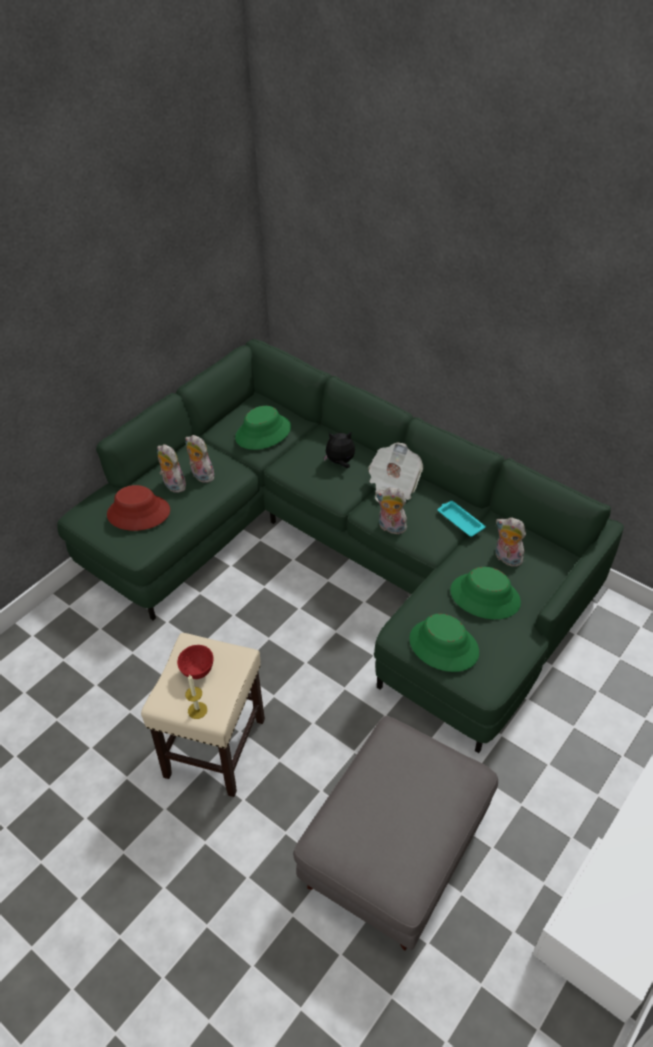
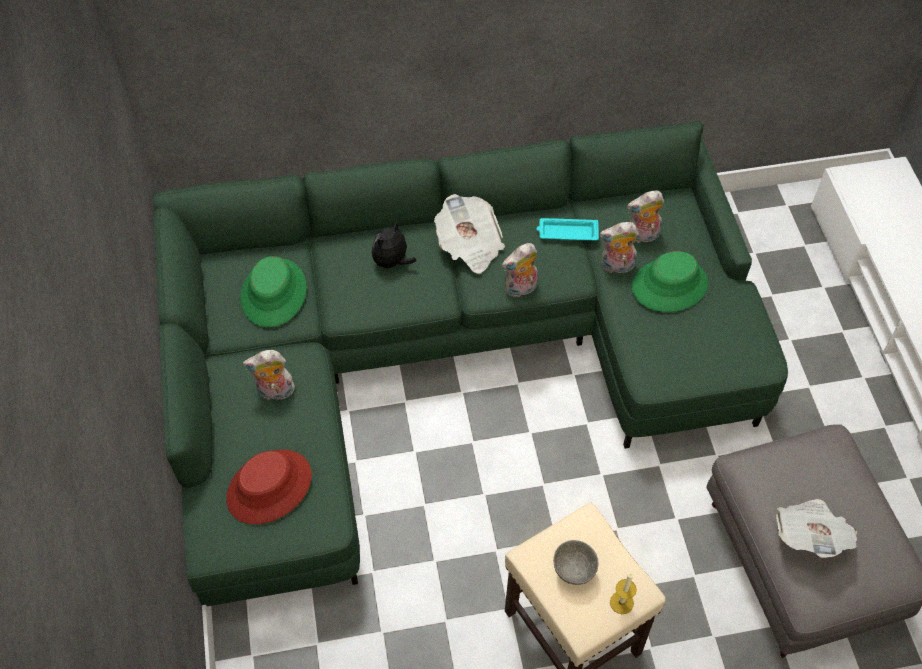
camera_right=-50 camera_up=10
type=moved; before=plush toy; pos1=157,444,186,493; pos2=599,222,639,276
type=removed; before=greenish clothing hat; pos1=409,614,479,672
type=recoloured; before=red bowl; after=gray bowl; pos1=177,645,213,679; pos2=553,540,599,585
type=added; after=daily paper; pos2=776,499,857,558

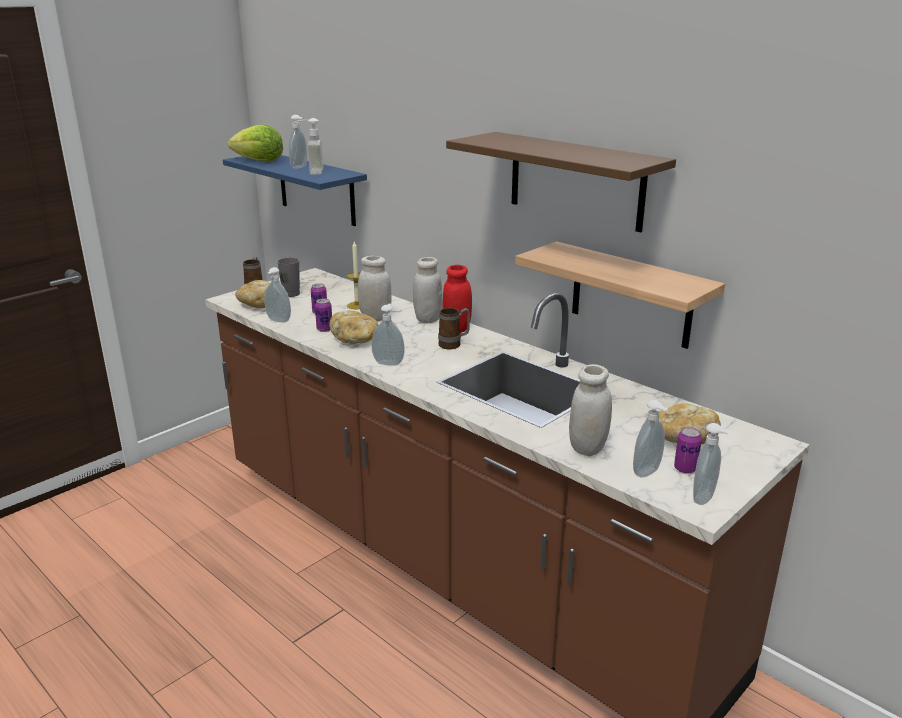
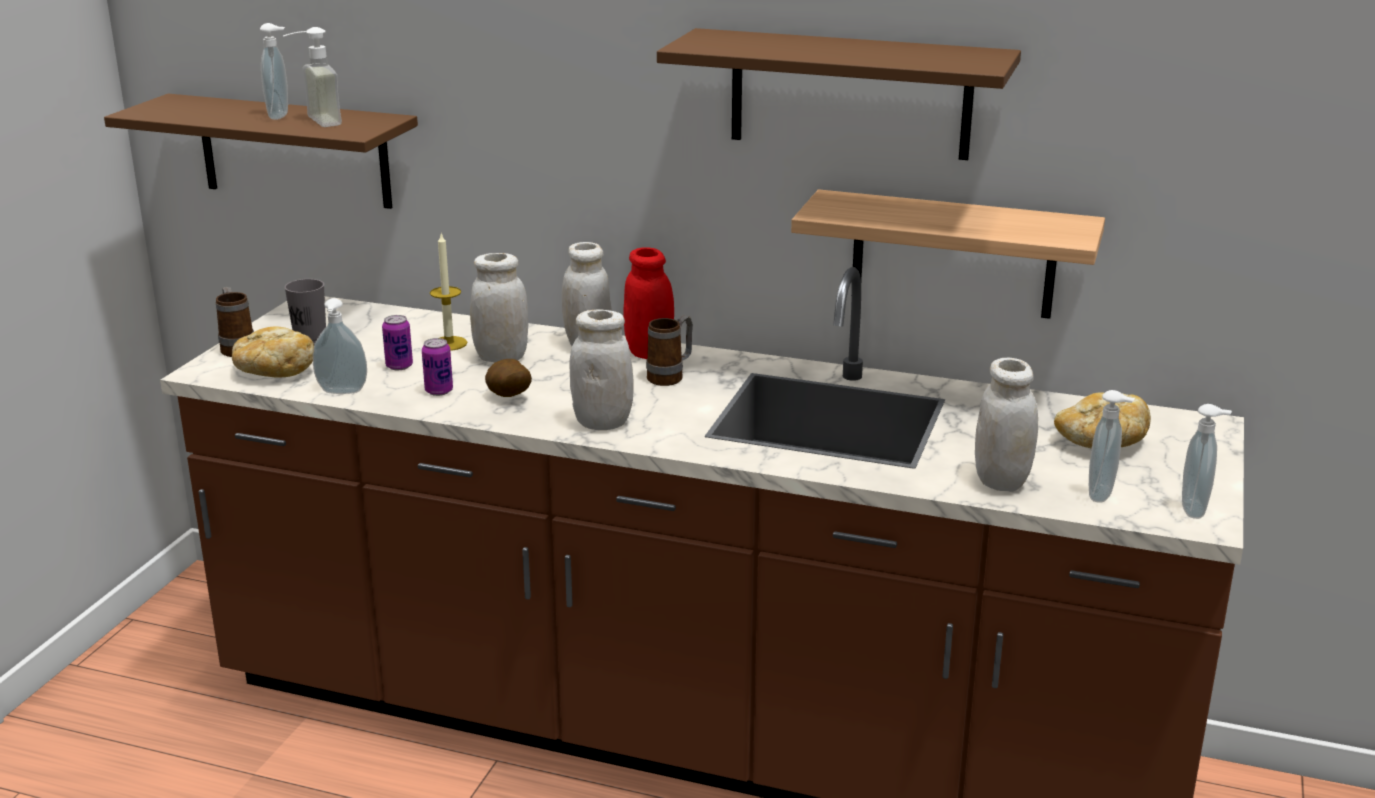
camera_right=-25 camera_up=0
type=removed; before=lettuce head; pos1=228,125,283,161
type=recoloured; before=blue-coloured shelf; after=brown-coloured shelf; pos1=223,155,367,226; pos2=104,94,418,209
type=replaced; before=liquid soap bottle; after=whitish preserve jar; pos1=371,304,405,366; pos2=570,309,634,430
type=replaced; before=bakery bread; after=spud; pos1=329,310,378,344; pos2=485,359,532,397
type=removed; before=metal can; pos1=674,427,702,474

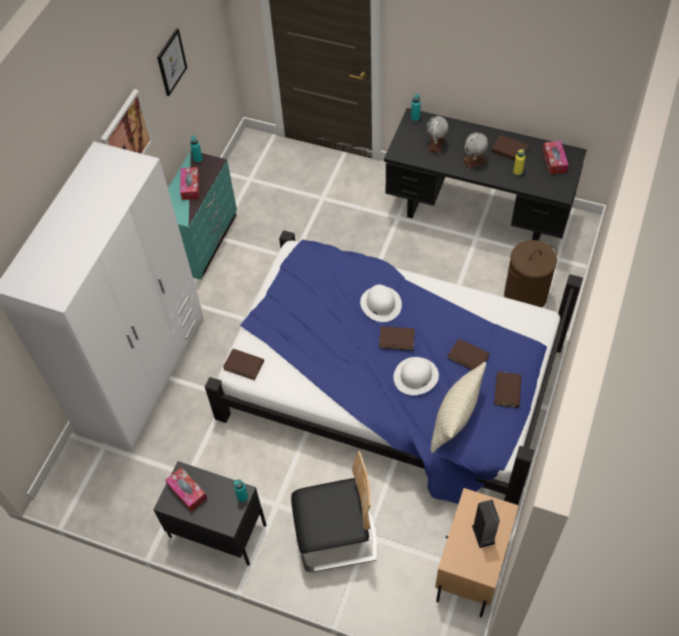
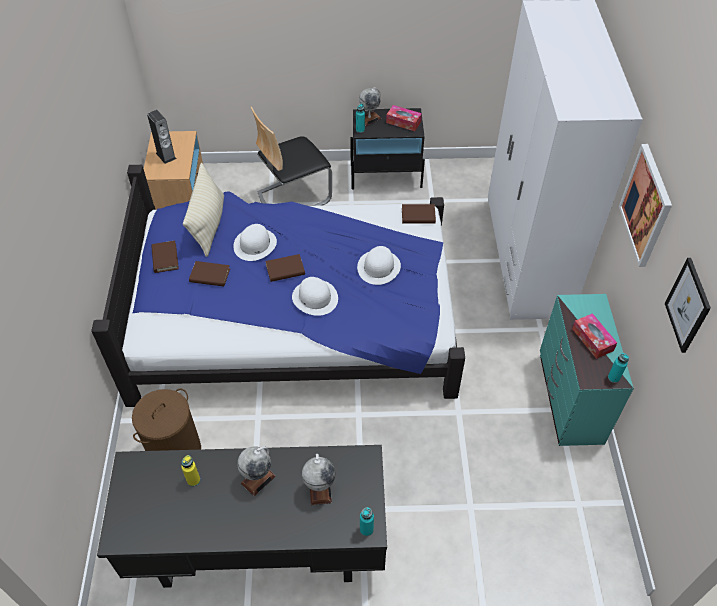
camera_right=155 camera_up=-5
type=removed; before=brown-coloured volume; pos1=491,135,529,160
type=removed; before=tissue box; pos1=543,141,568,174
type=added; after=world globe; pos2=359,87,381,126
type=added; after=whitish clothing hat; pos2=357,246,401,285

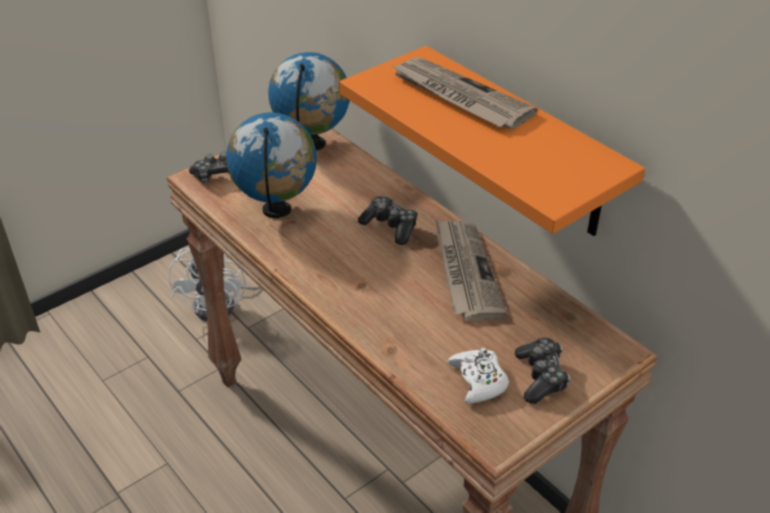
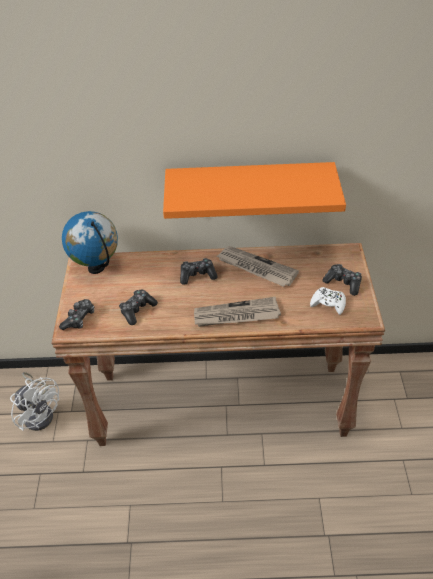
camera_right=-50 camera_up=5
type=moved; before=daily paper; pos1=391,57,537,129; pos2=194,297,281,327
type=replaced; before=world globe; after=gamepad; pos1=226,112,317,218; pos2=119,290,158,325

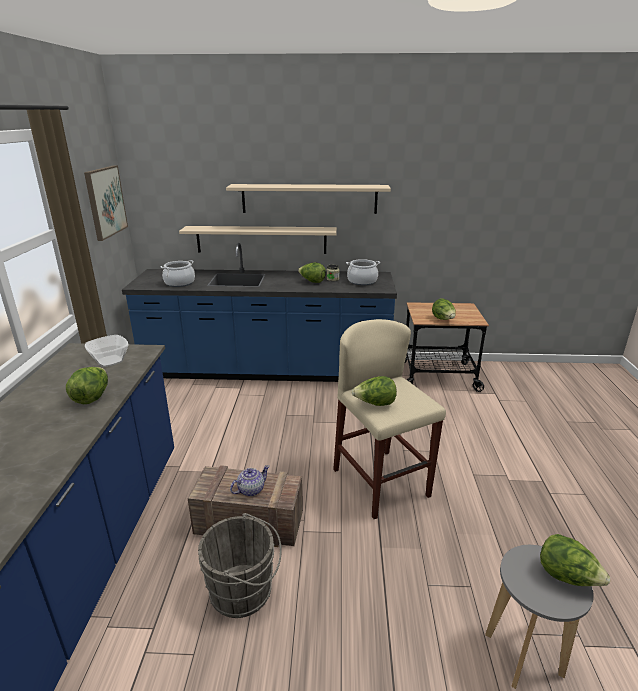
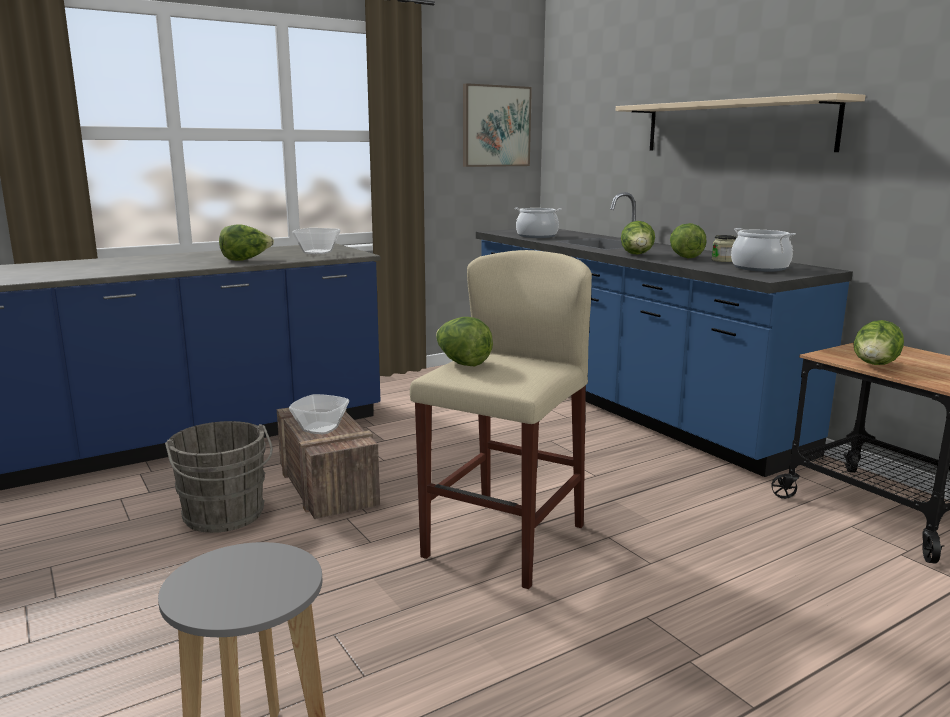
camera_right=55 camera_up=-10
type=removed; before=beige-coloured shelf; pos1=179,226,337,254
type=replaced; before=tea pot; after=bowl; pos1=230,465,270,496; pos2=289,394,349,434
type=moved; before=lettuce head; pos1=540,534,610,586; pos2=621,221,655,255

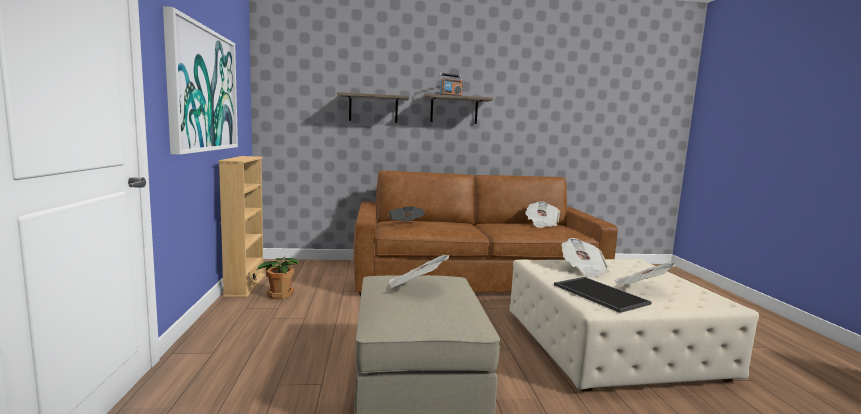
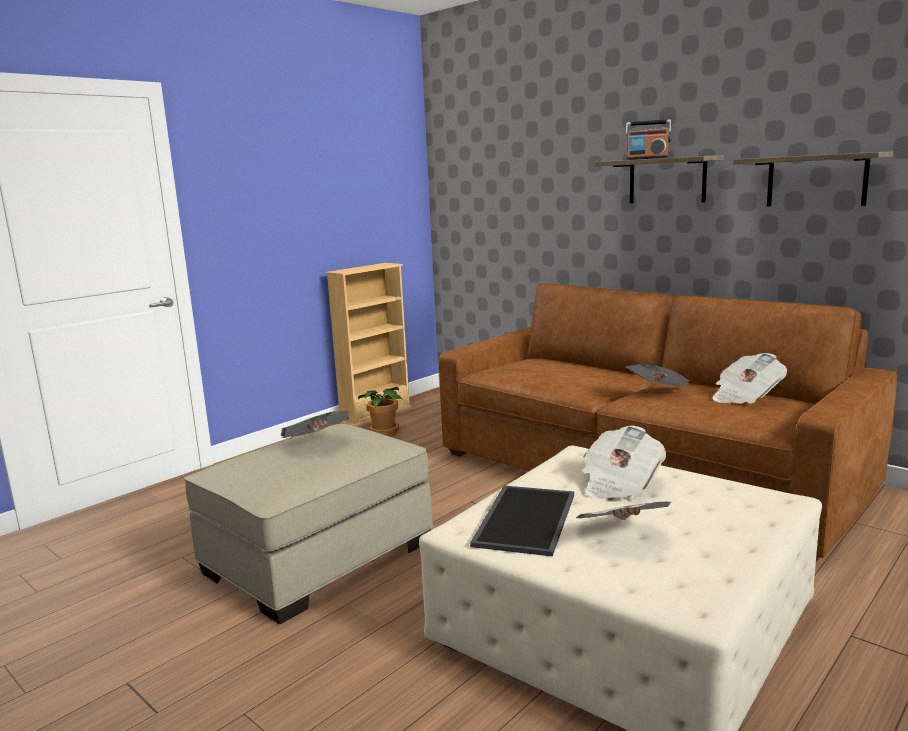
camera_right=50 camera_up=5
type=removed; before=picture; pos1=163,6,238,155
type=moved; before=shelf; pos1=337,92,409,123; pos2=733,152,893,206
type=moved; before=daily paper; pos1=389,206,425,221; pos2=625,364,689,386

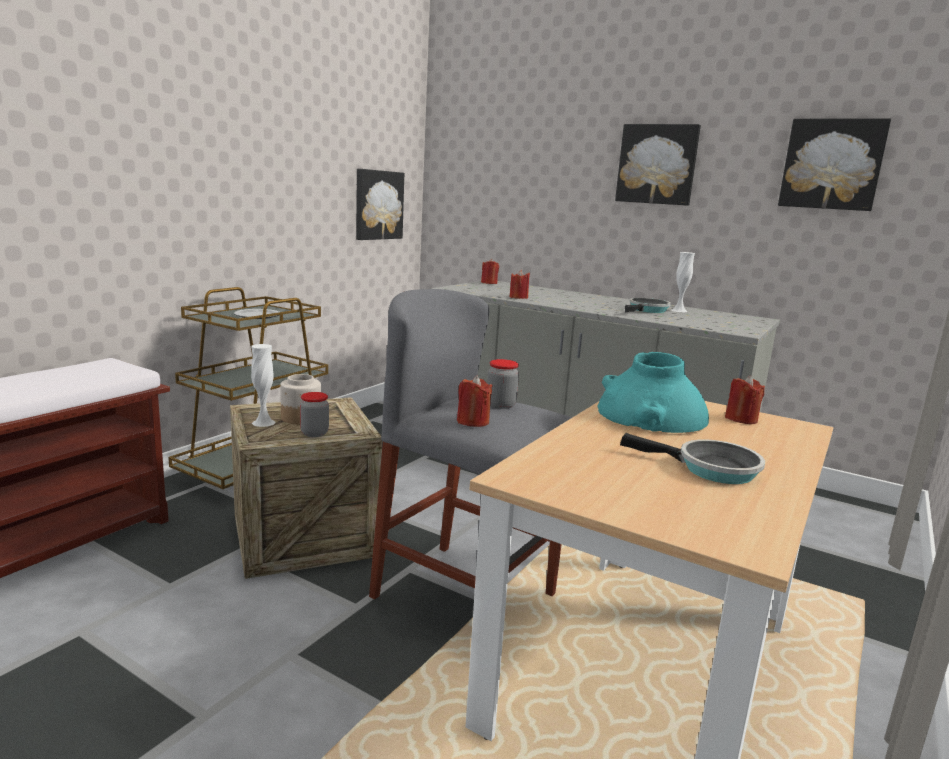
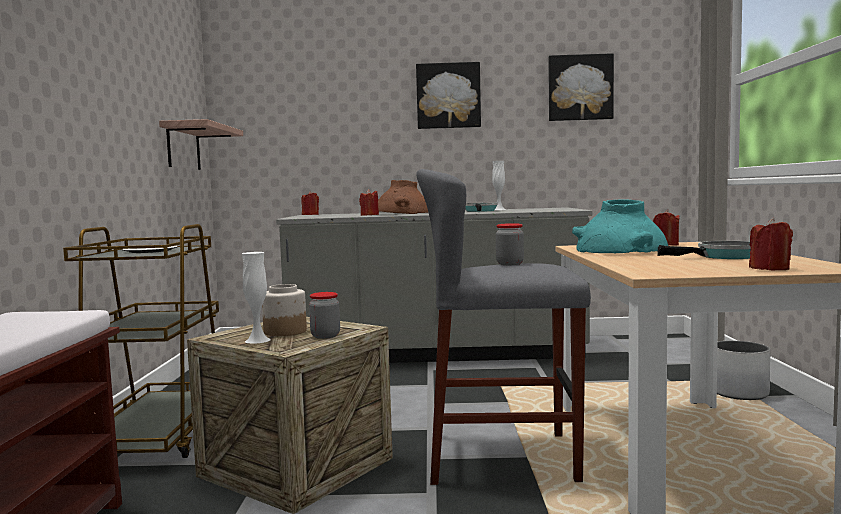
camera_right=-30 camera_up=-10
type=replaced; before=picture; after=shelf; pos1=356,169,404,240; pos2=159,119,243,170
type=moved; before=red wax candle; pos1=457,376,493,427; pos2=749,218,793,270
type=added; after=brown-coloured decorative vase; pos2=378,180,428,214
type=added; after=whitish planter; pos2=717,341,770,400

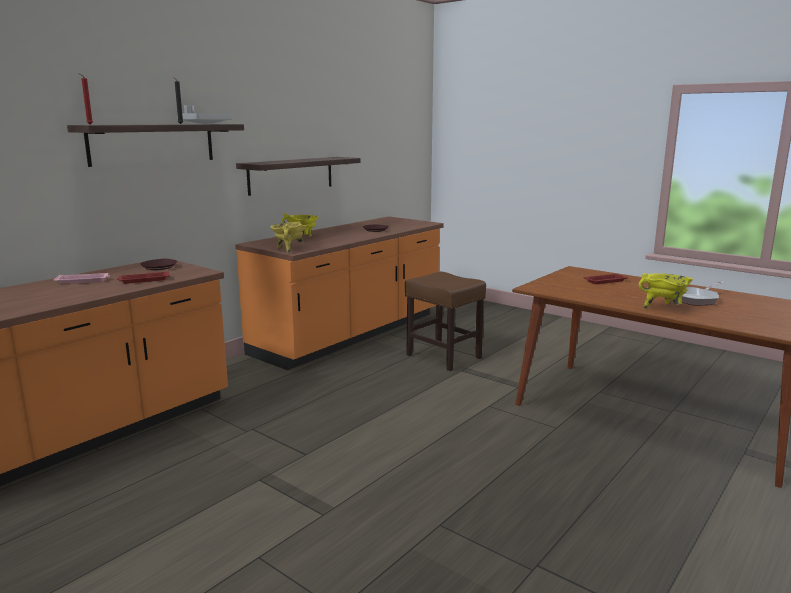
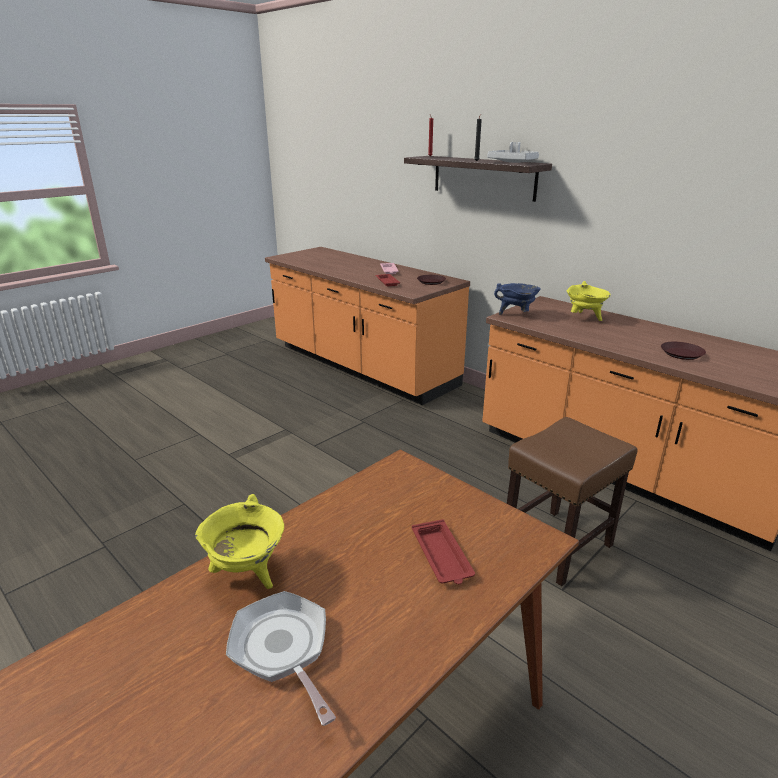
camera_right=95 camera_up=10
type=removed; before=shelf; pos1=236,157,360,196
type=recoloured; before=yellow saucepot; after=blue-coloured saucepot; pos1=270,222,307,253; pos2=494,283,541,315

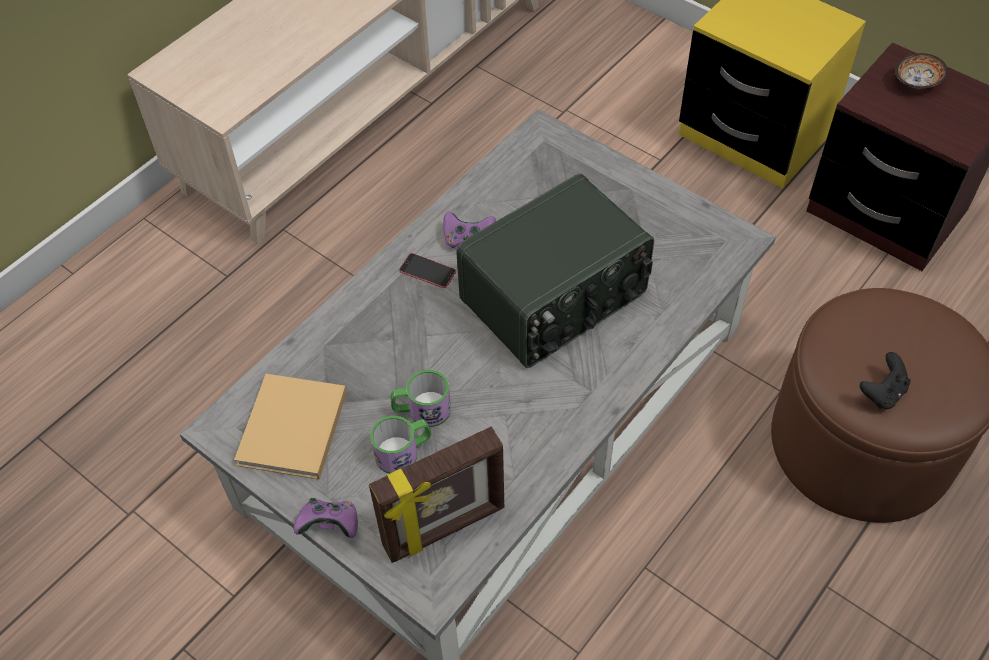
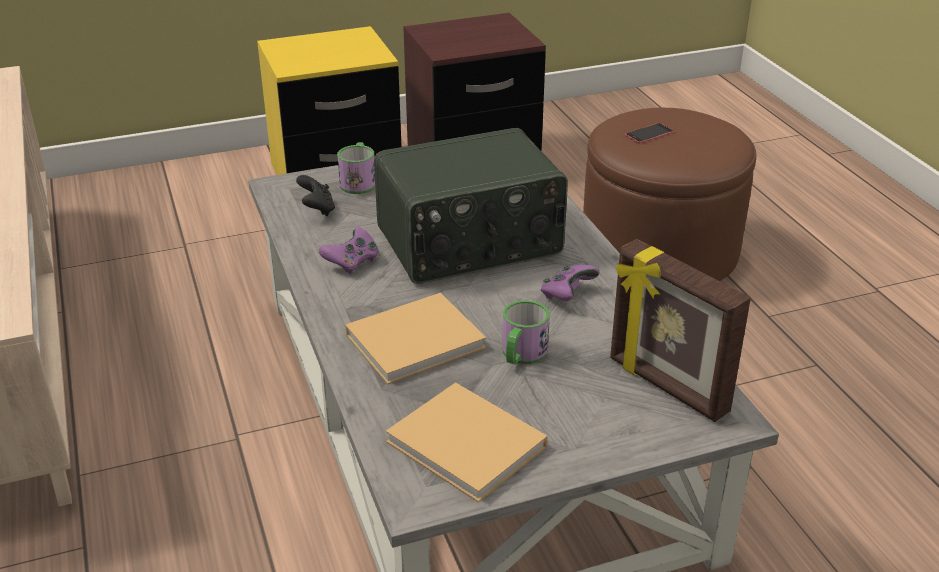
camera_right=-60 camera_up=-20
type=removed; before=bowl; pos1=895,53,948,88
type=turned; before=radio receiver; pos1=456,174,654,368; pos2=374,128,568,284; turn=75
type=moved; before=telephone; pos1=399,253,456,288; pos2=625,123,674,143
type=moved; before=blackish gamepad; pos1=860,352,911,409; pos2=296,175,335,216
type=moved; before=mug; pos1=370,416,431,474; pos2=337,142,375,194
type=turned; before=photo frame; pos1=369,427,504,563; pos2=610,239,751,422; turn=135
type=moved; before=purplish gamepad; pos1=294,498,358,538; pos2=541,265,600,301
type=added; after=beige-coloured volume; pos2=345,293,486,385

